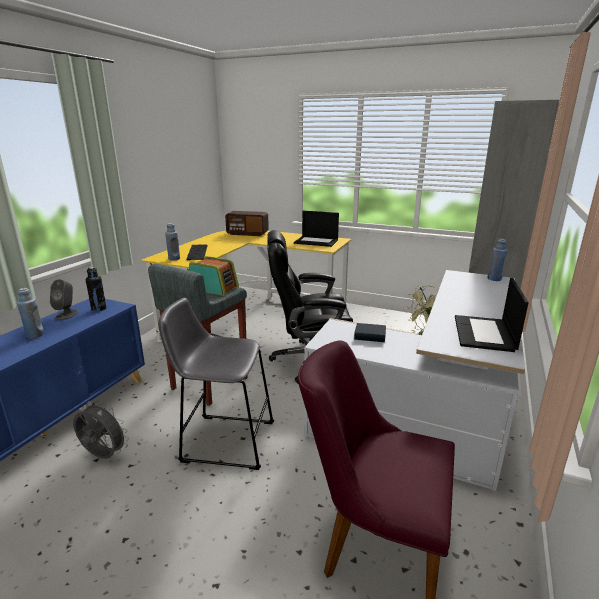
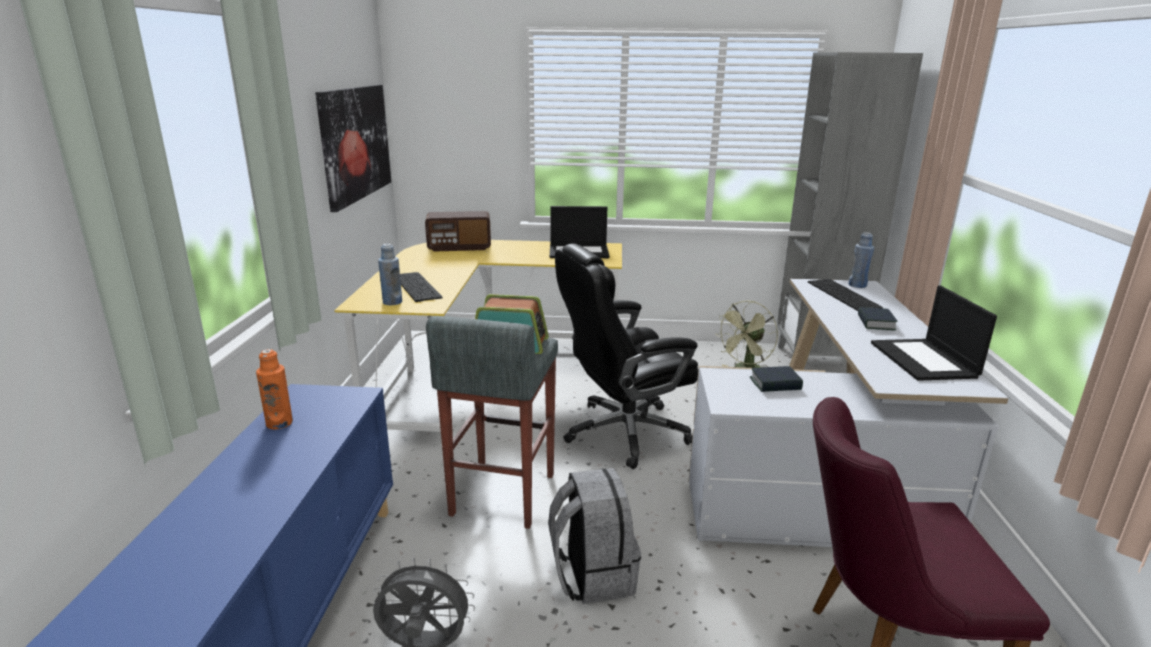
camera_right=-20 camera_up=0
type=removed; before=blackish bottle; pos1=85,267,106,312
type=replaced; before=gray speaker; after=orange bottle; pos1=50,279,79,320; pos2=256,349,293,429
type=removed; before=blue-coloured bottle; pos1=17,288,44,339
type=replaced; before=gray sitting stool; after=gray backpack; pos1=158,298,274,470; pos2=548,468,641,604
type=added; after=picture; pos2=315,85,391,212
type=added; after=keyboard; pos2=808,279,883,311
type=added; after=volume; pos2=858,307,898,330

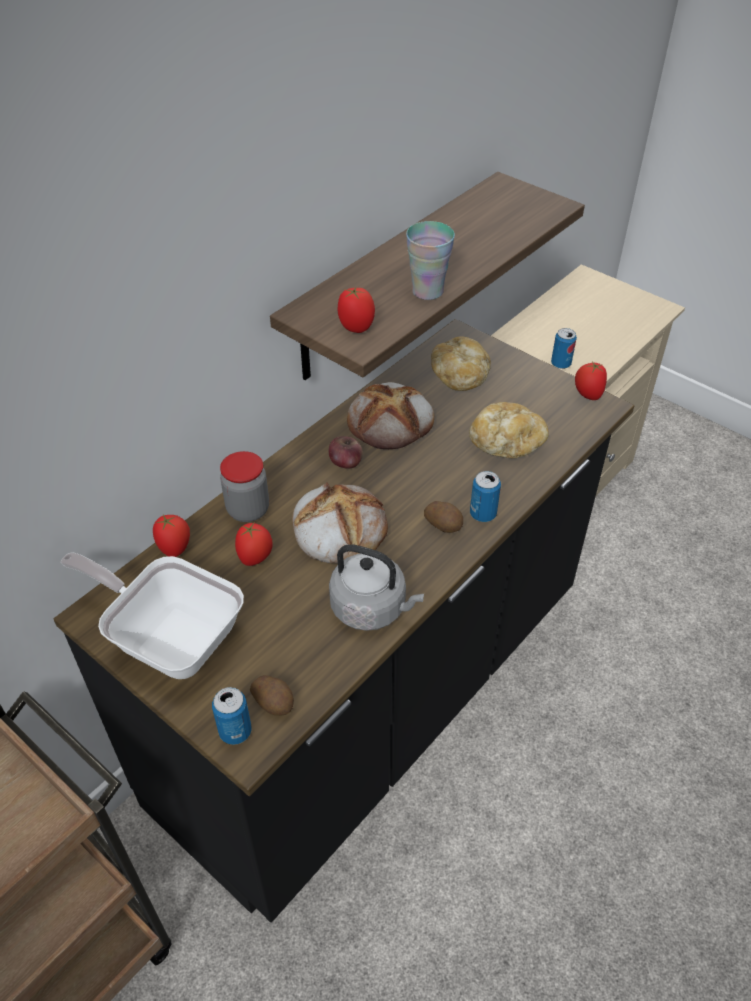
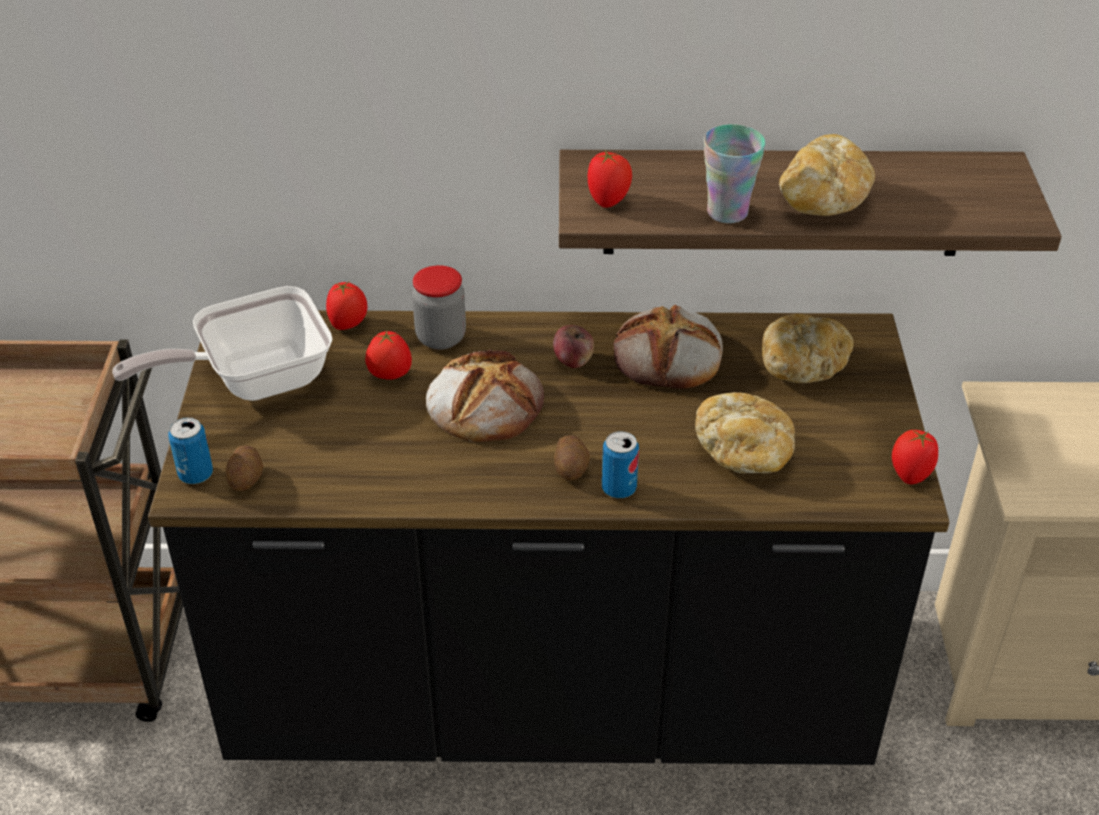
camera_right=50 camera_up=-5
type=removed; before=metal can; pos1=551,328,577,369
type=removed; before=gray tea kettle; pos1=329,544,424,631
type=turned; before=frying pan; pos1=60,552,244,679; pos2=112,286,333,401; turn=-105
type=added; after=bakery bread; pos2=779,134,875,216

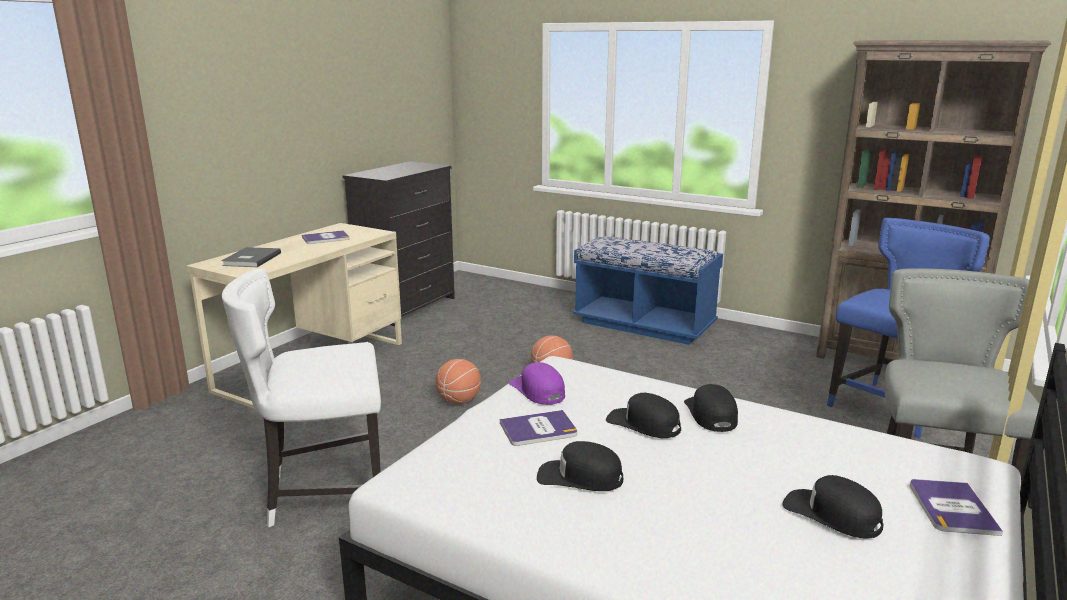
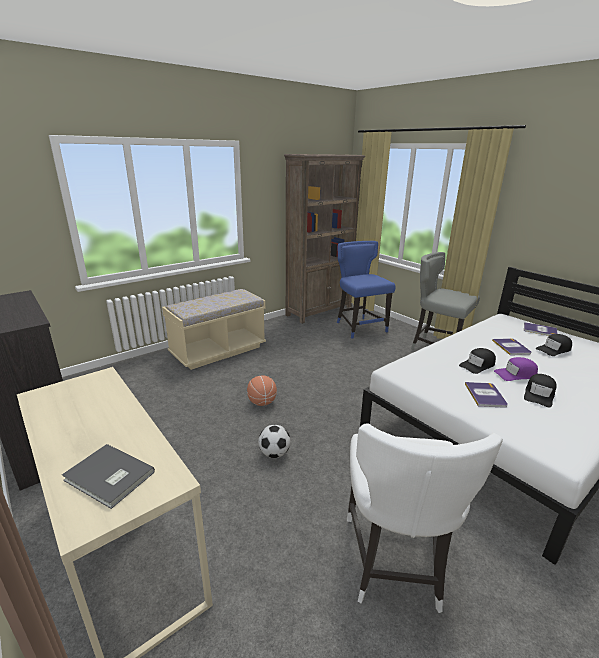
camera_right=-70 camera_up=5
type=moved; before=volume; pos1=302,230,349,244; pos2=492,338,531,355
type=recoloured; before=blue-coloured bench; after=beige-coloured bench; pos1=573,236,723,345; pos2=162,289,266,370
type=replaced; before=basketball ball; after=football; pos1=436,359,481,404; pos2=258,425,290,458
type=moved; before=purplish cap; pos1=509,362,565,405; pos2=494,357,538,381
type=removed; before=blackish cap; pos1=684,384,738,432

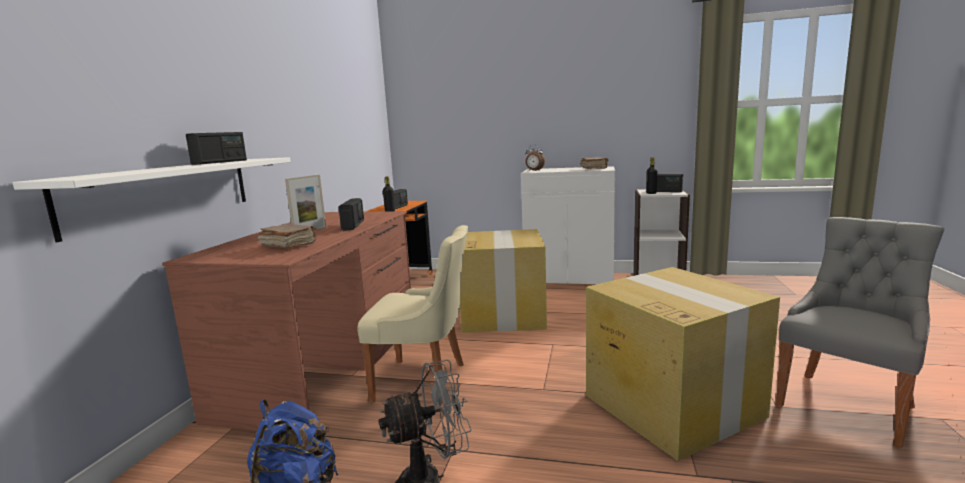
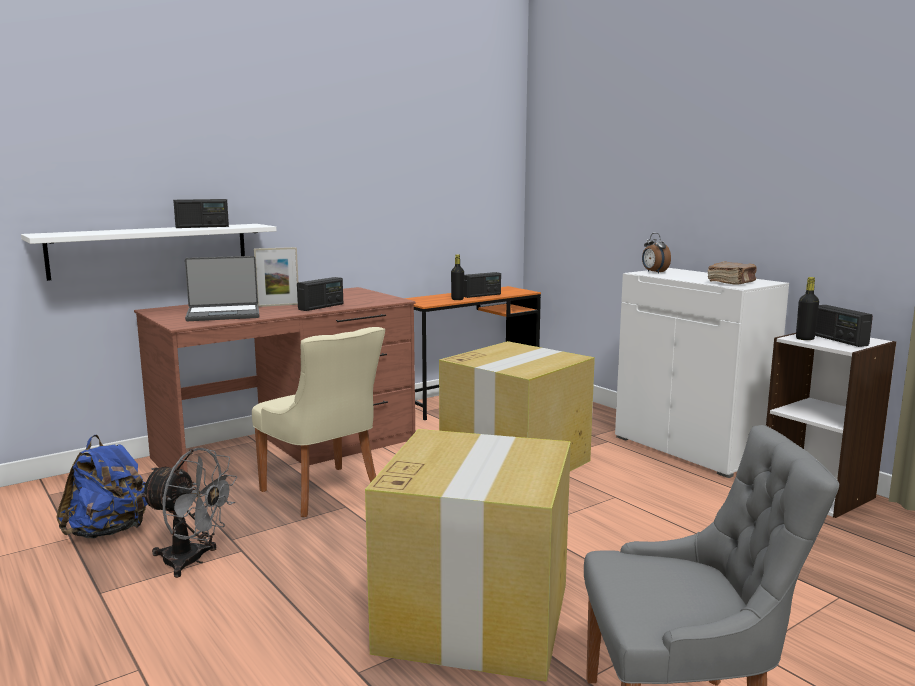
camera_right=40 camera_up=0
type=replaced; before=brown-coloured volume; after=laptop; pos1=258,224,317,249; pos2=185,256,259,321

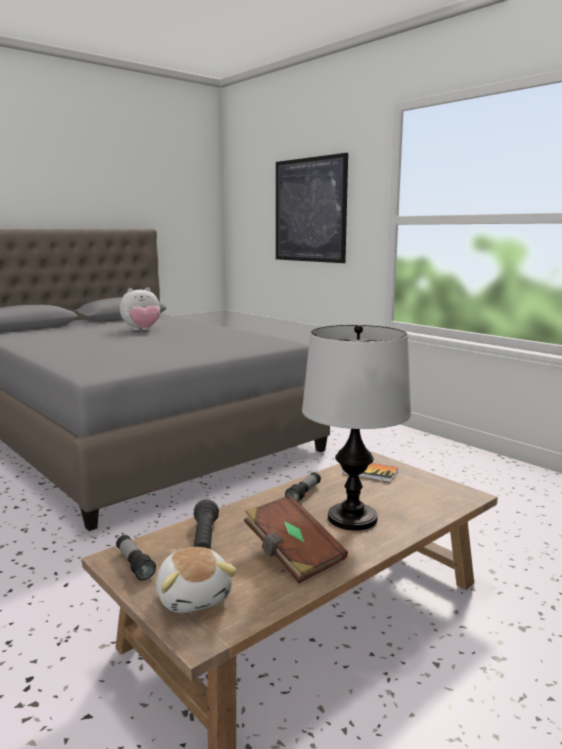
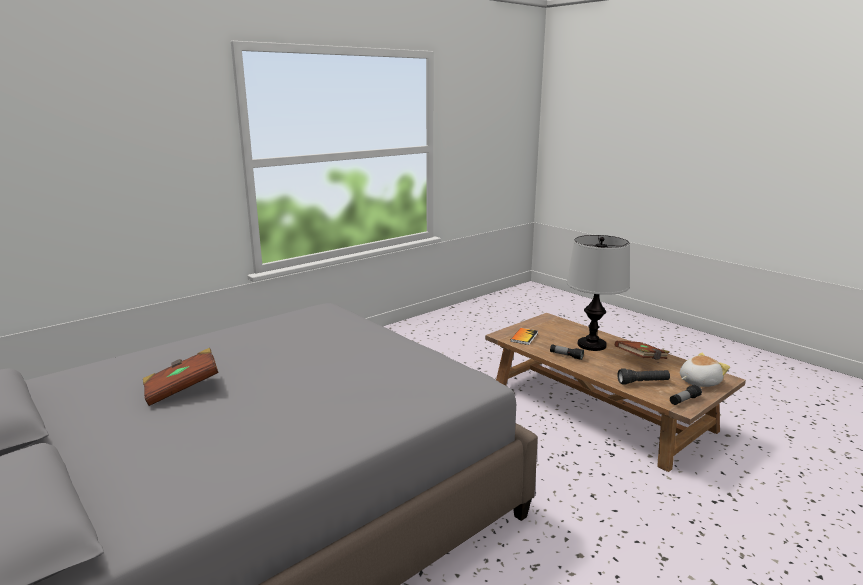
camera_right=-90 camera_up=5
type=removed; before=picture; pos1=276,153,348,263
type=replaced; before=plush toy; after=brown-coloured volume; pos1=120,287,160,331; pos2=143,348,219,406

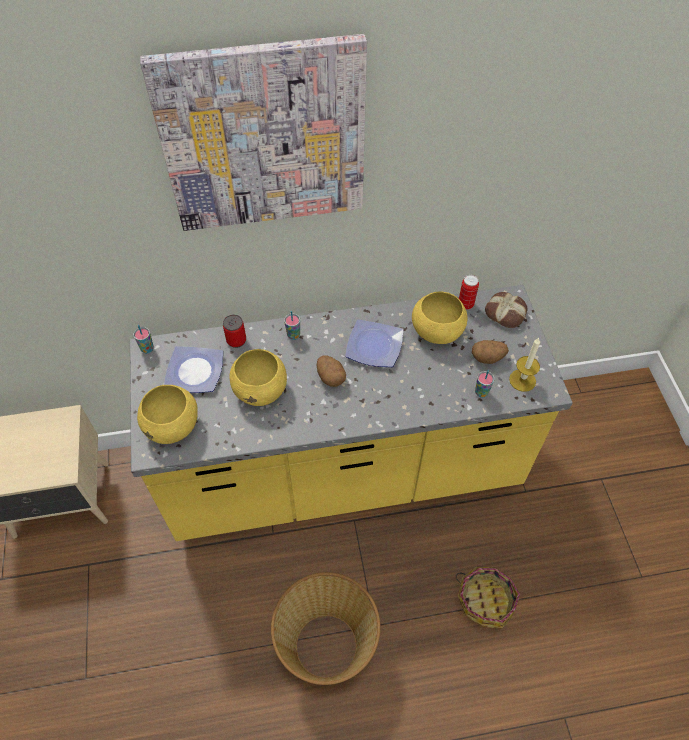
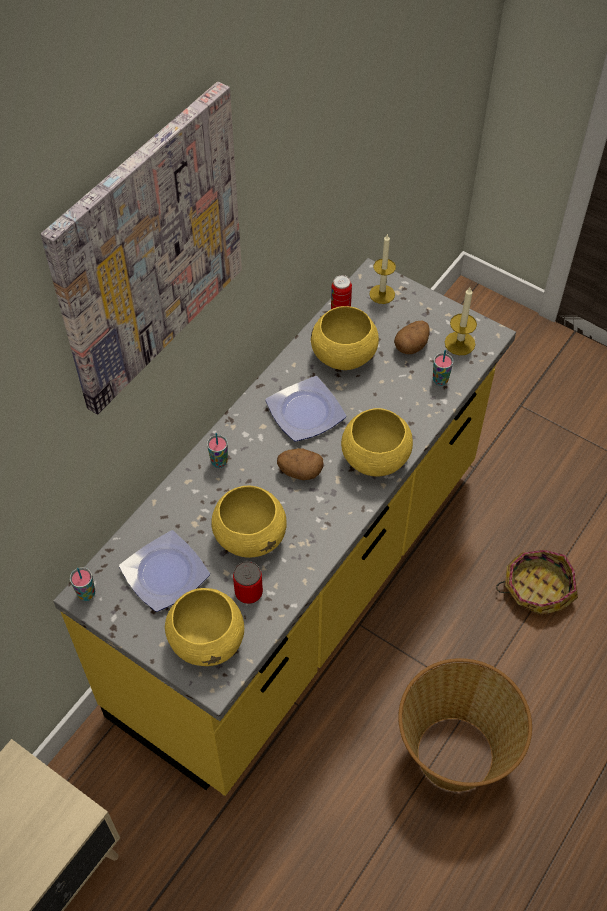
camera_right=-45 camera_up=0
type=replaced; before=bakery bread; after=wax candle; pos1=485,292,527,328; pos2=370,234,396,304
type=moved; before=metal can; pos1=223,315,246,348; pos2=233,561,263,604
type=added; after=yellow bowl; pos2=341,408,413,477

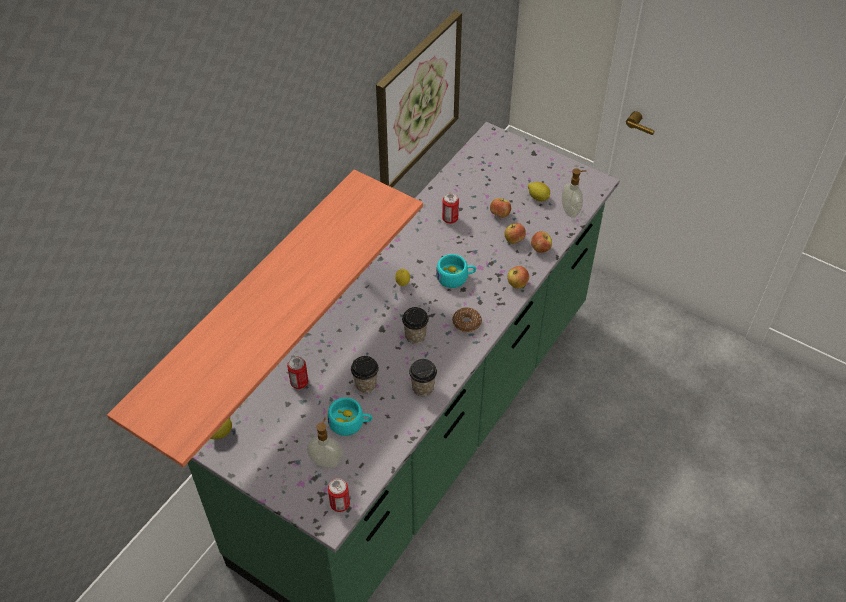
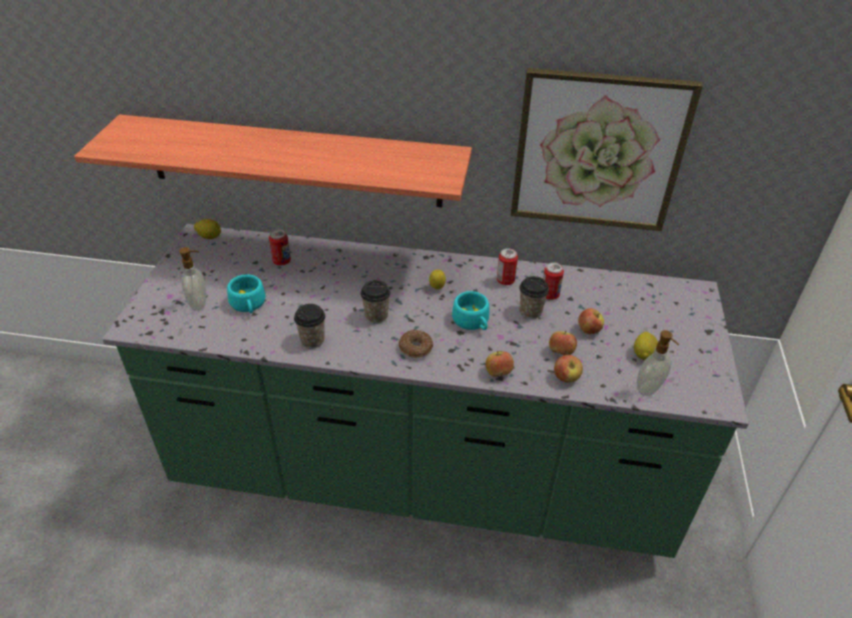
camera_right=65 camera_up=-10
type=moved; before=drinking cup; pos1=351,356,379,393; pos2=519,276,549,319
type=moved; before=metal can; pos1=328,478,350,512; pos2=497,248,518,285

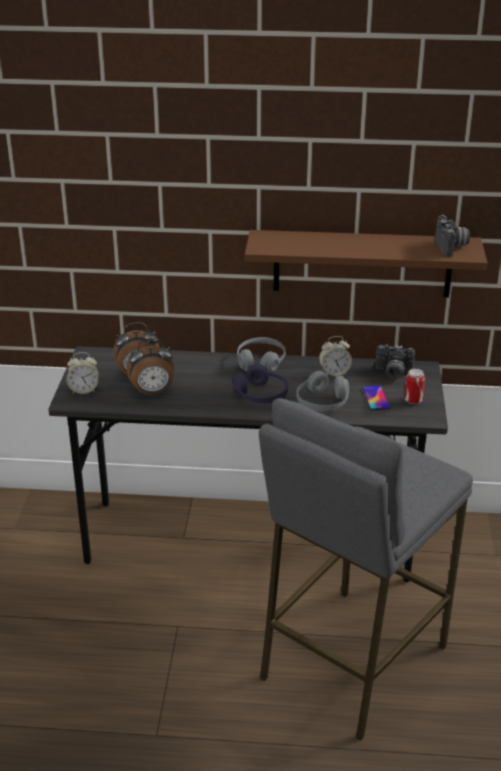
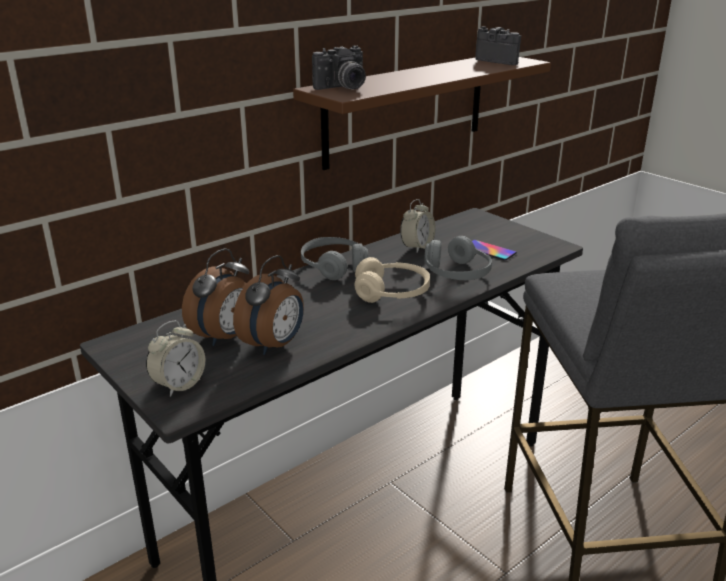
camera_right=-45 camera_up=-5
type=moved; before=photo camera; pos1=375,344,415,379; pos2=312,45,366,90
type=recoloured; before=purplish pair of headphones; after=beige-coloured pair of headphones; pos1=232,364,288,403; pos2=355,257,430,303
type=removed; before=metal can; pos1=405,368,425,404

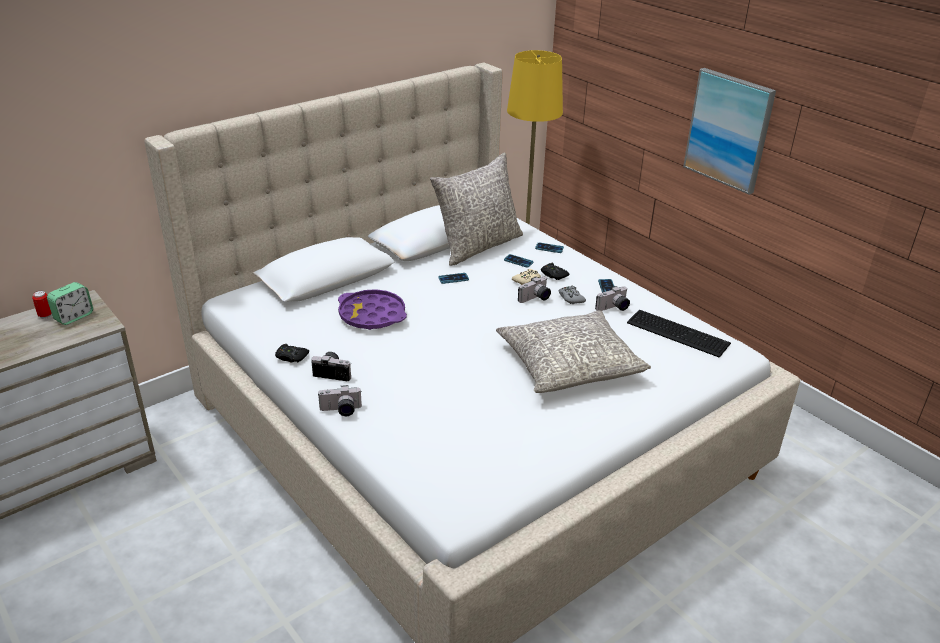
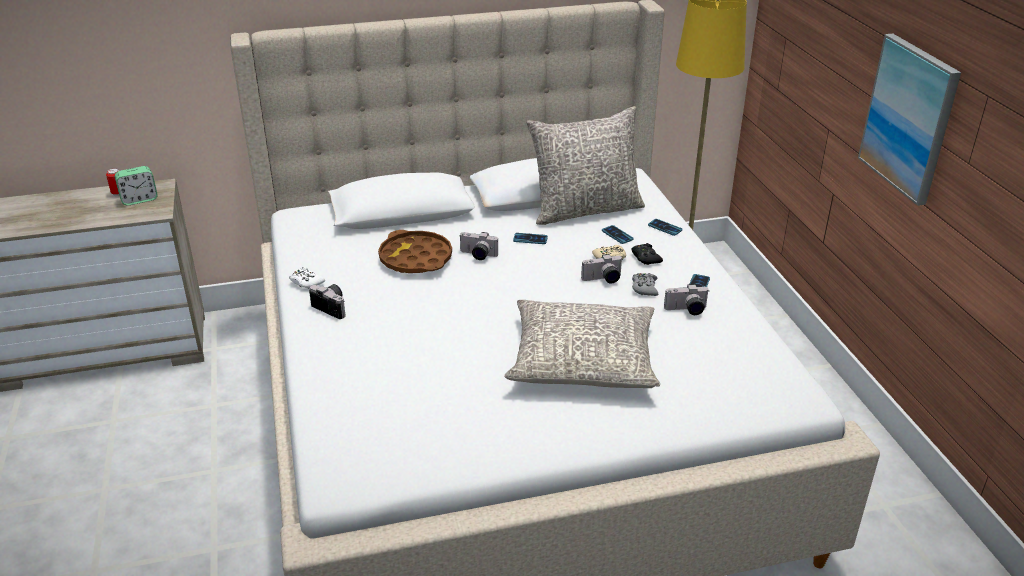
camera_right=25 camera_up=0
type=recoloured; before=purplish carrying tray; after=brown-coloured carrying tray; pos1=338,289,407,330; pos2=378,230,452,273
type=removed; before=keyboard; pos1=627,310,731,358
type=recoloured; before=blackish gamepad; after=whitish gamepad; pos1=275,344,309,362; pos2=289,267,325,289
type=moved; before=photo camera; pos1=318,385,362,416; pos2=459,232,498,260

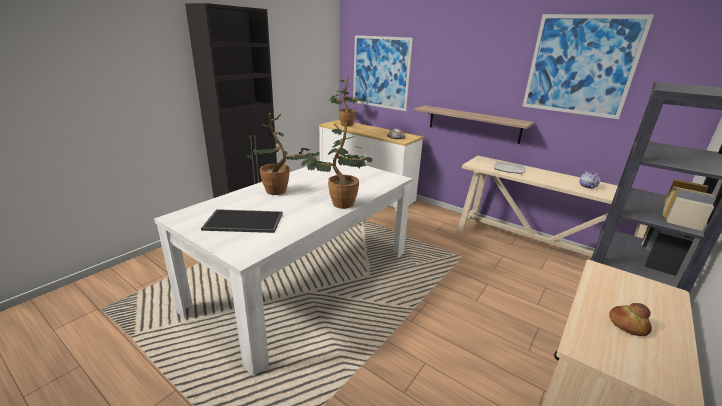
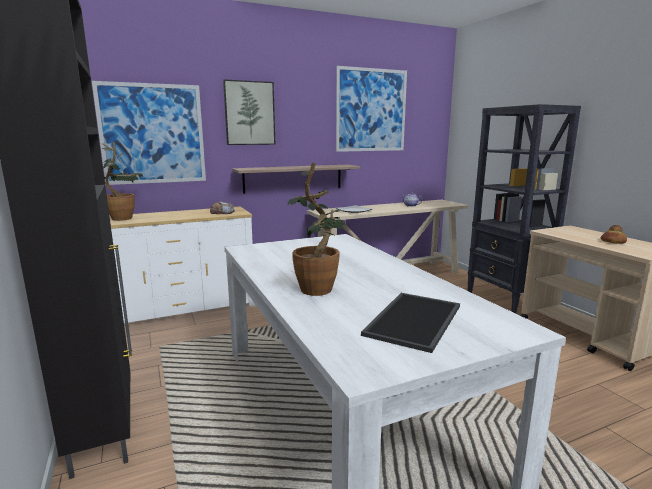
camera_right=-60 camera_up=-10
type=removed; before=plant in a pot; pos1=300,123,372,209
type=added; after=picture; pos2=223,79,275,145

